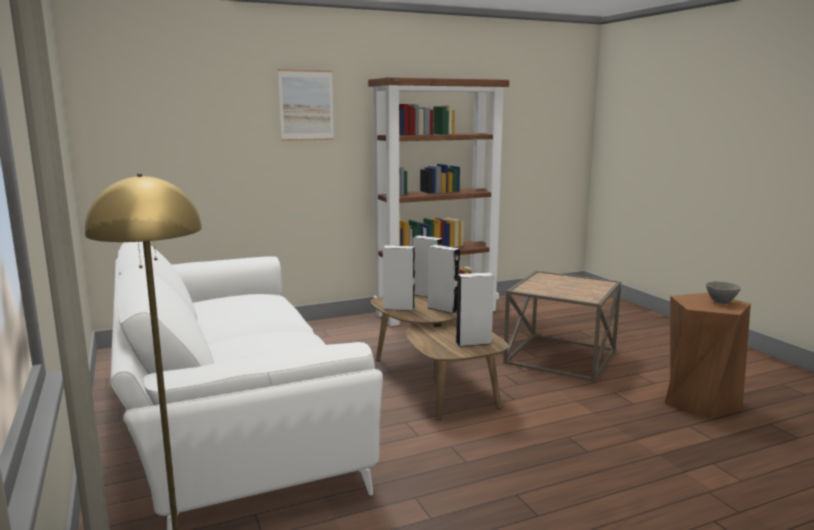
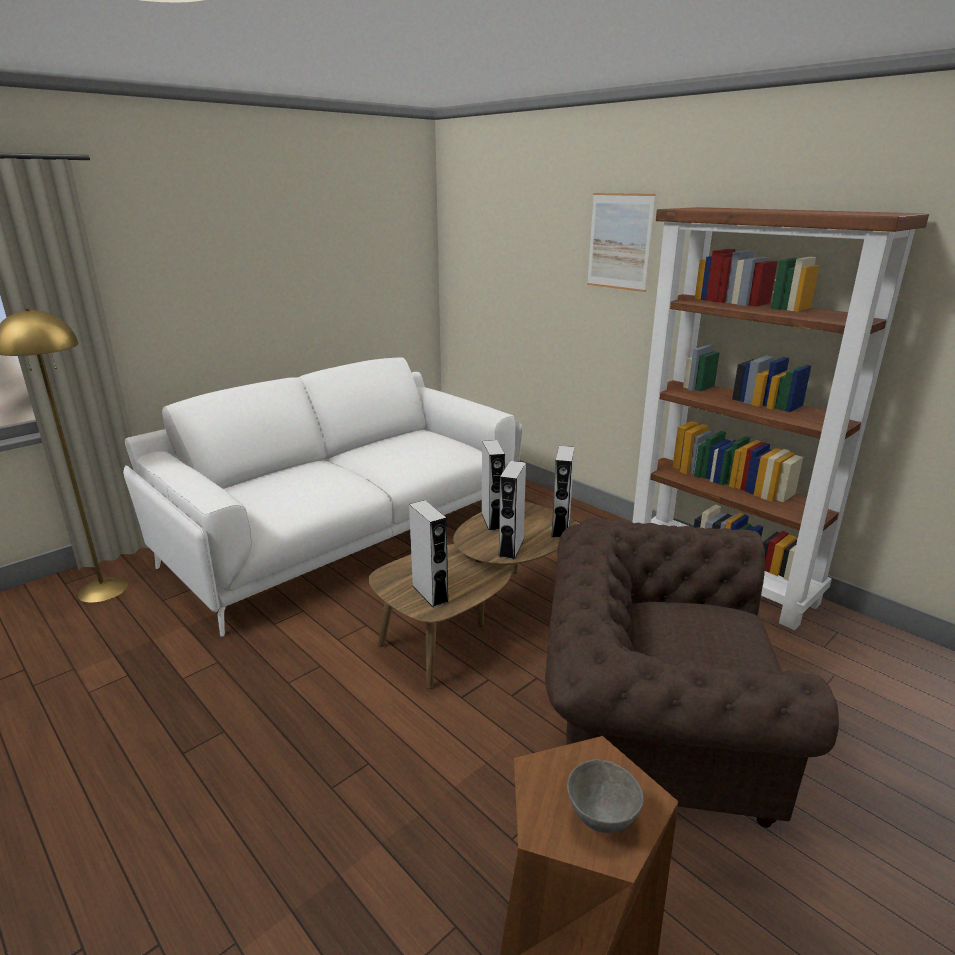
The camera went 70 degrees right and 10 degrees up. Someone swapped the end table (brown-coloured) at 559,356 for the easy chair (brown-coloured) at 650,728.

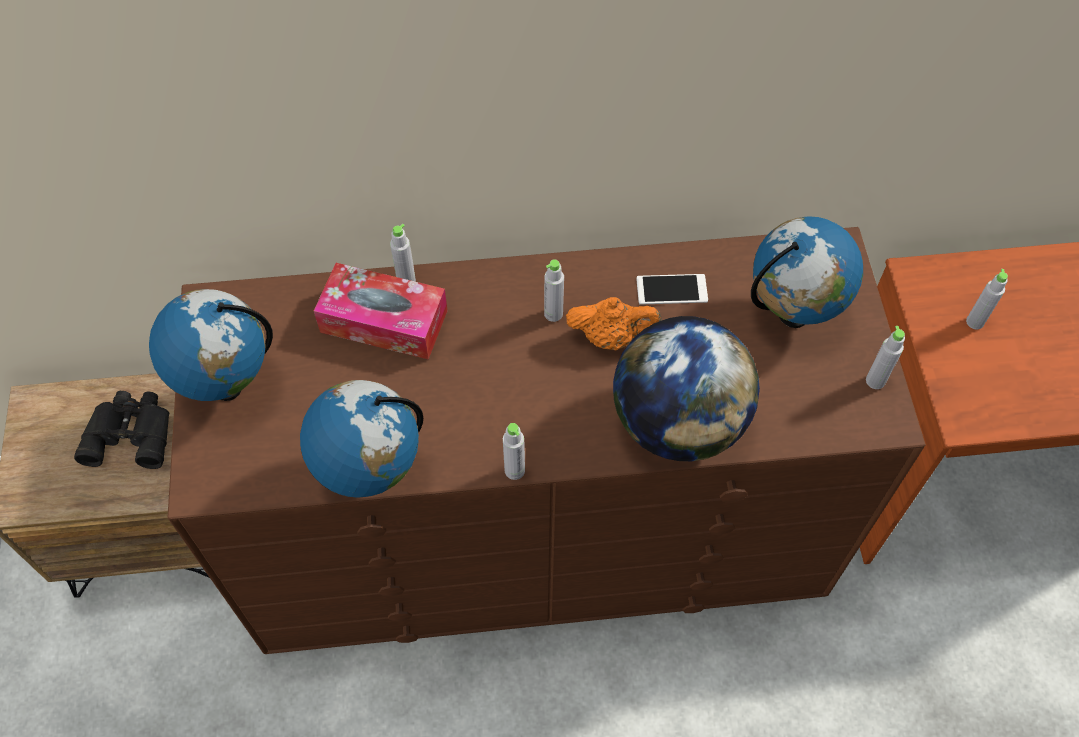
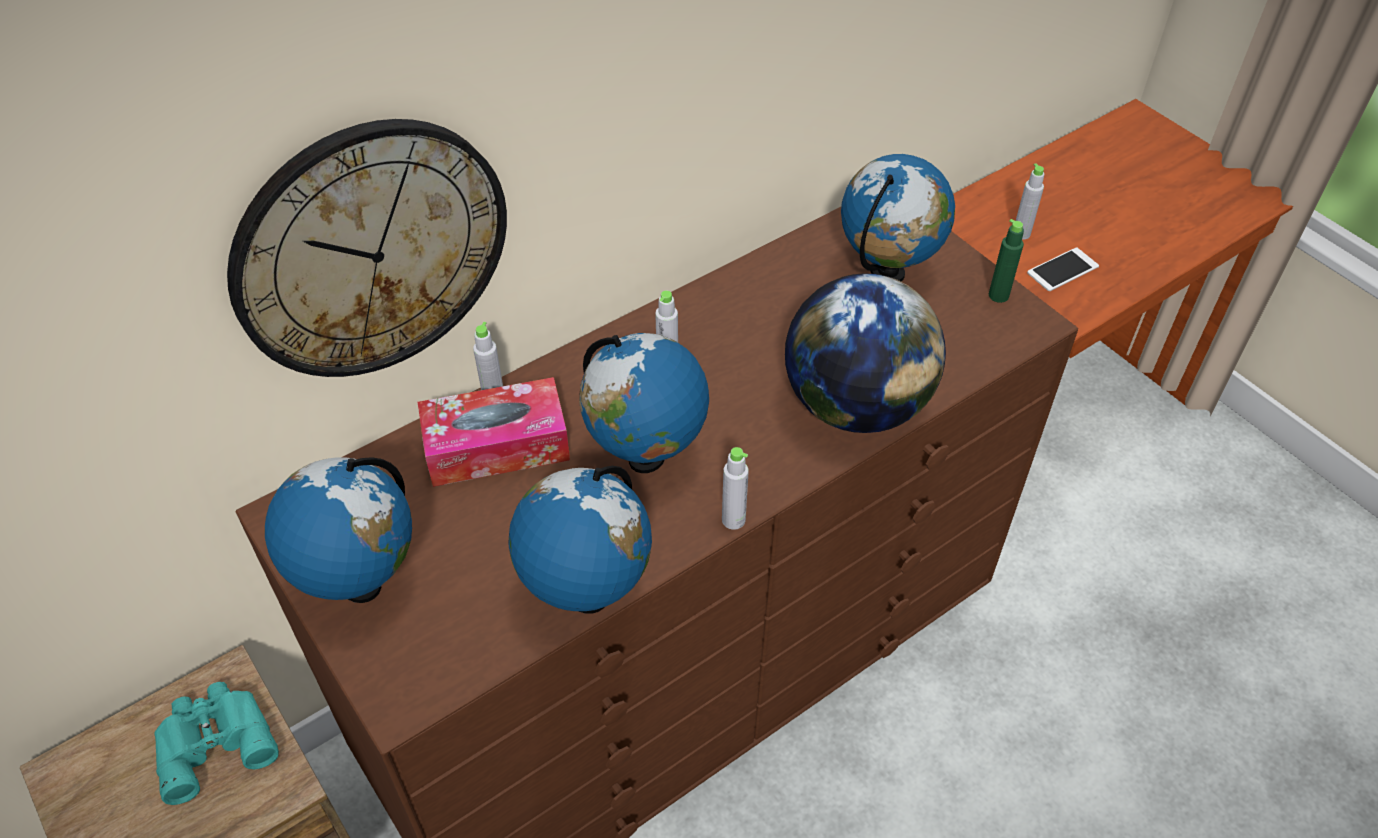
The camera went 30 degrees left and 10 degrees down. Someone carried the telephone from 671,289 to 1062,270. Someone took away the teapot (orangey) at 611,337. Someone repainted the bottle (gray) at 875,381, which became the bottle (green) at 998,295. Someone repainted the pair of binoculars (blackish) at 131,432, which became the pair of binoculars (turquoise) at 213,741. Someone put up the wall clock at 371,250. Someone put down the desk globe at 646,458.

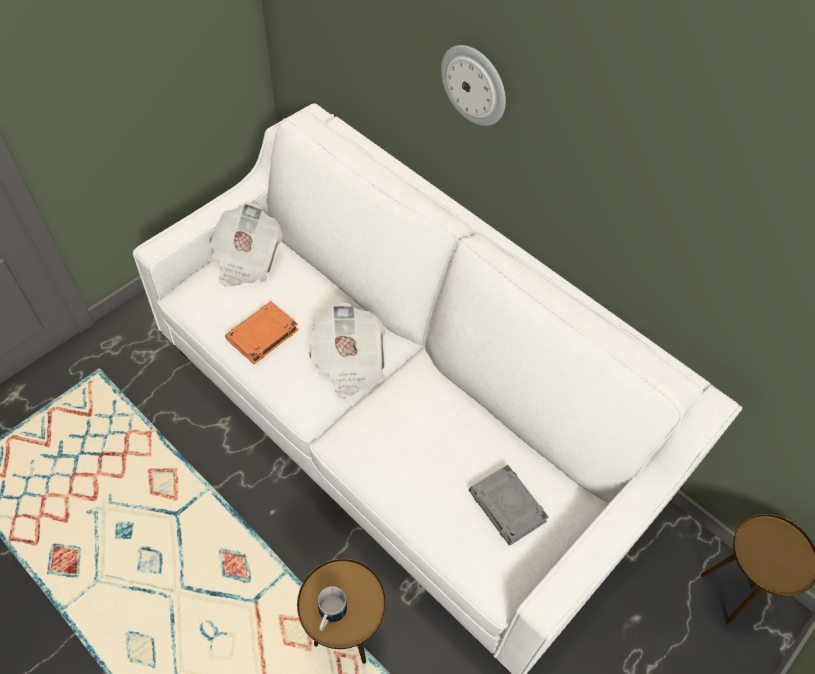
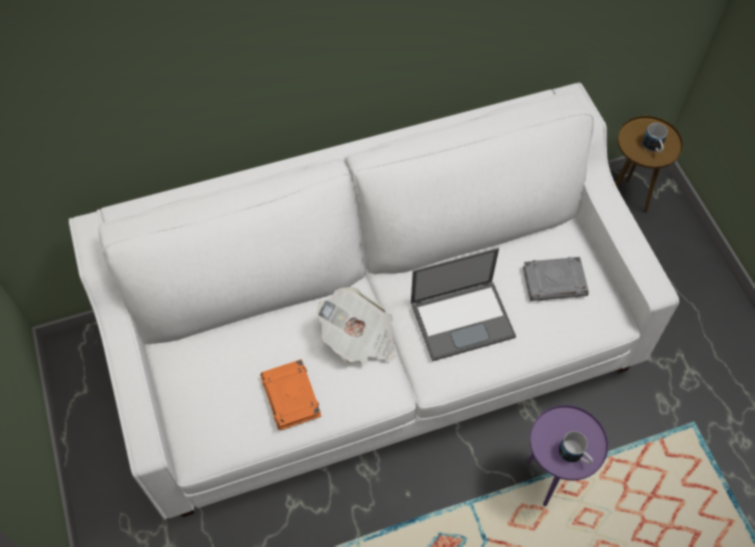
The camera went 60 degrees left and 5 degrees up. Someone took away the wall clock at 474,85. Someone took away the printed paper at 246,260. Someone repainted the end table (brown-coloured) at 345,638, which became the end table (purple) at 549,479. Someone put down the mug at 653,147. Someone put down the laptop at 463,319.

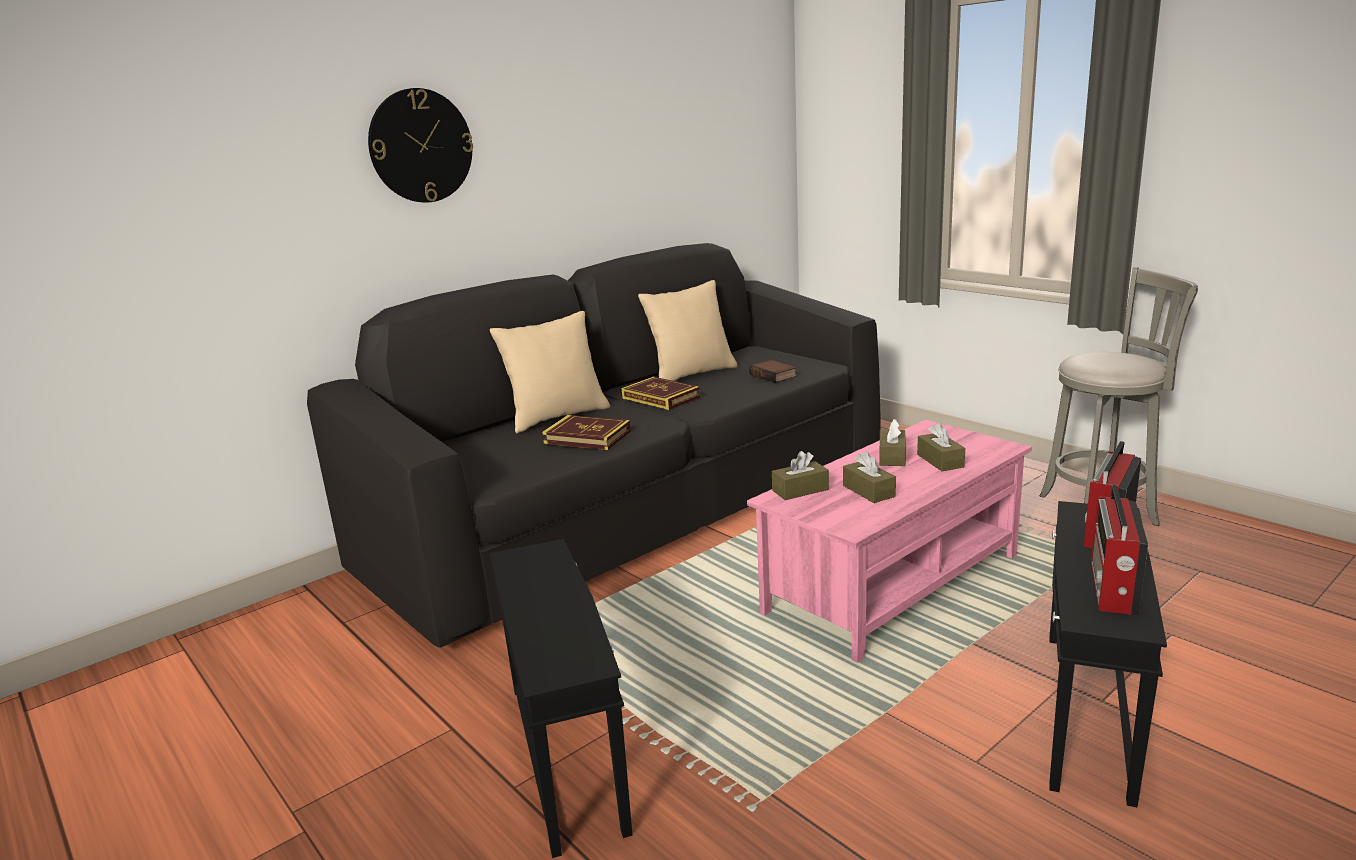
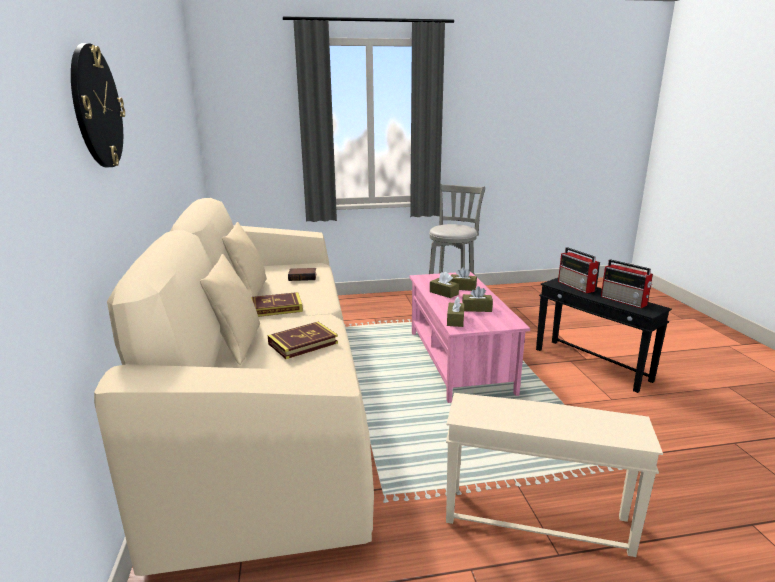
The camera went 60 degrees left and 0 degrees up. Someone repainted the settee (blackish) at 639,508, which became the settee (sand-coloured) at 270,396. Someone repainted the end table (blackish) at 568,753, which became the end table (sand-coloured) at 536,518.

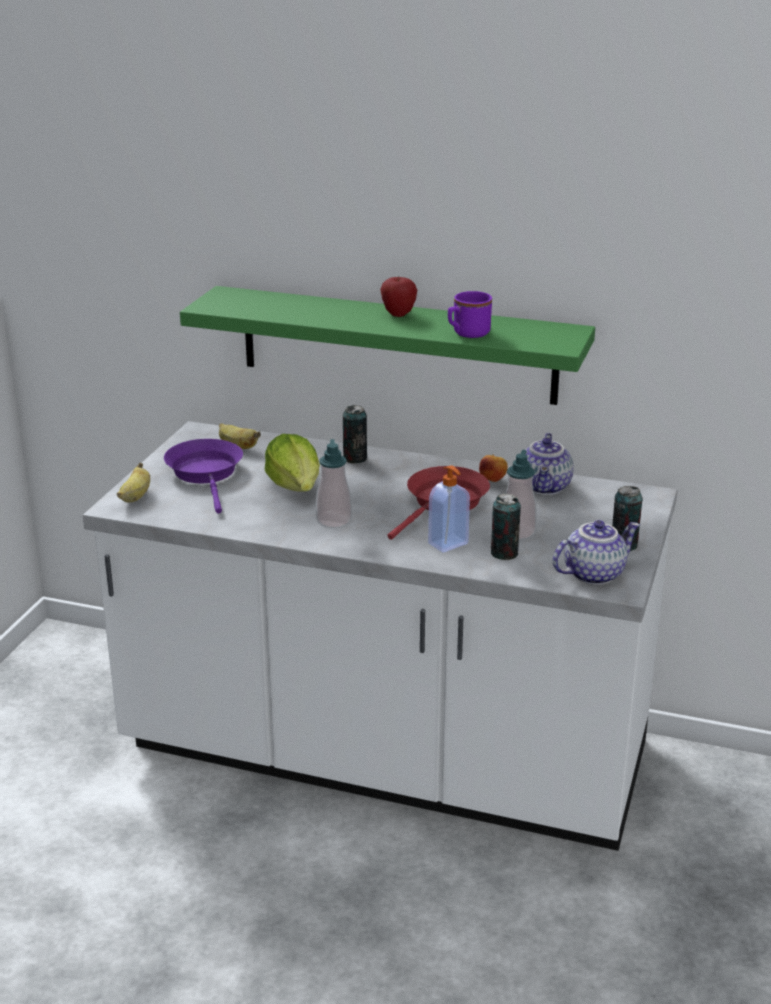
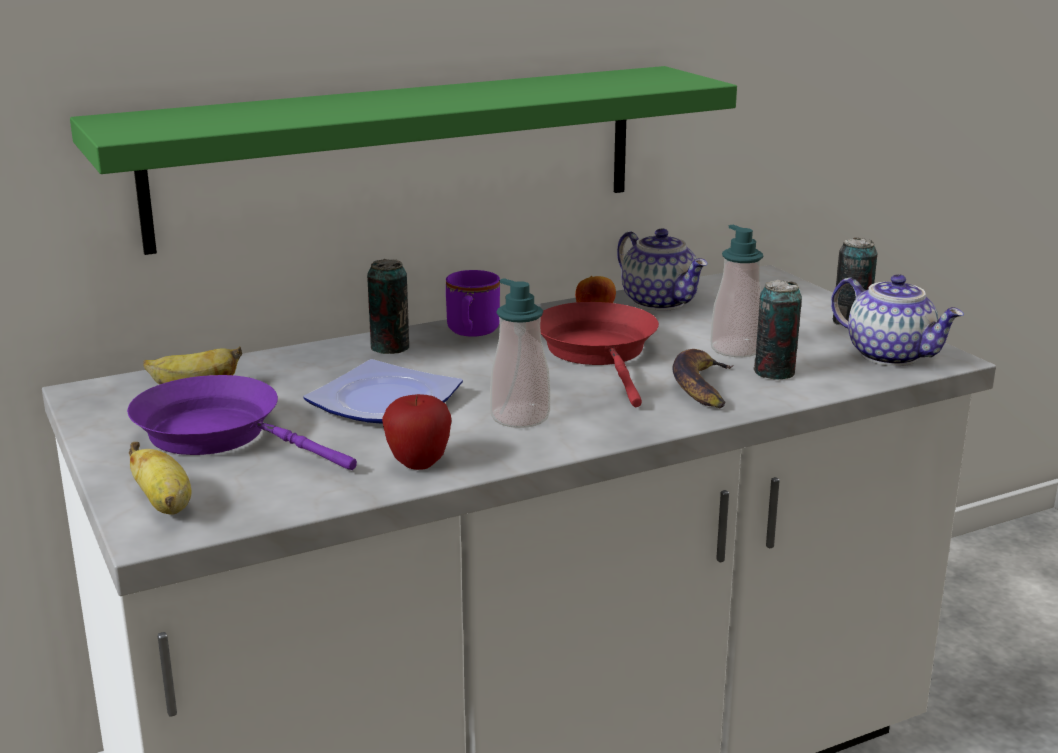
The camera went 45 degrees left and 5 degrees down. Someone carried the whole apple from 398,314 to 418,464. Someone carried the mug (purple) from 467,334 to 471,332. Someone swapped the head of lettuce at 296,486 for the dinner plate at 384,401. Someone swapped the liquid soap bottle at 449,544 for the whole banana at 702,387. Someone rotated the teapot at 593,573 by 120 degrees clockwise.

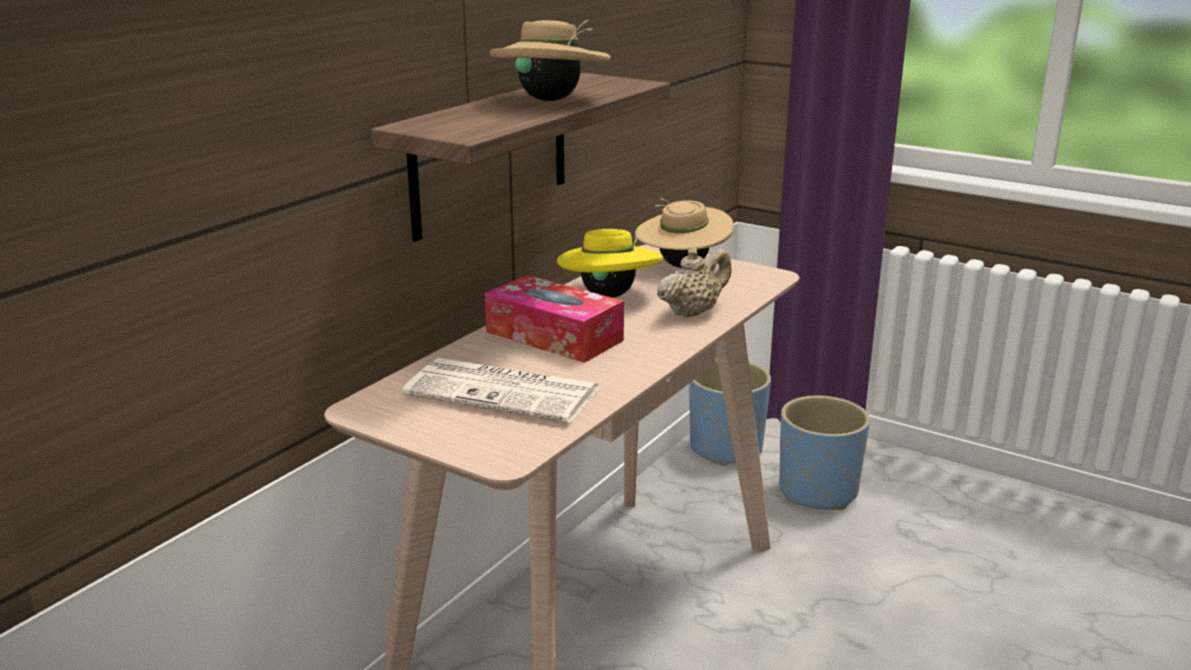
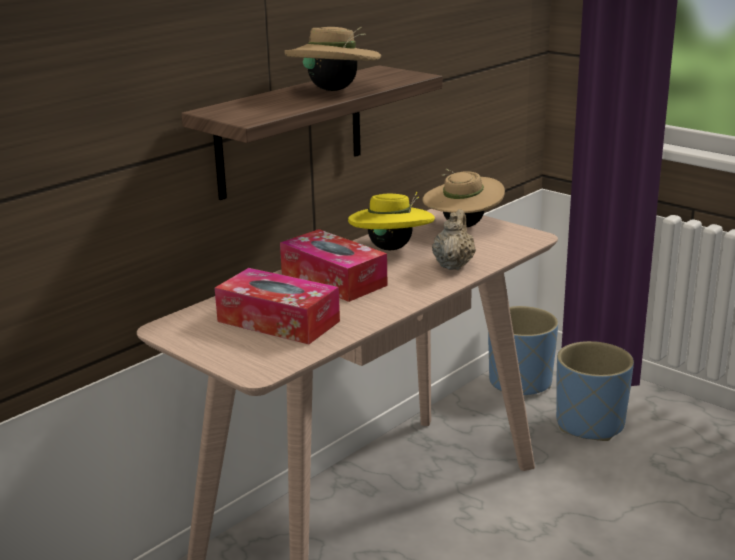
The camera went 10 degrees right and 0 degrees up. Someone rotated the teapot (sand-coloured) at 692,312 by 45 degrees counterclockwise. Someone swapped the printed paper at 506,392 for the tissue box at 278,321.

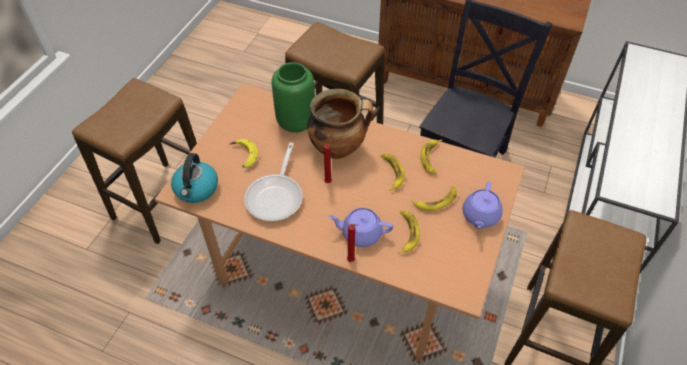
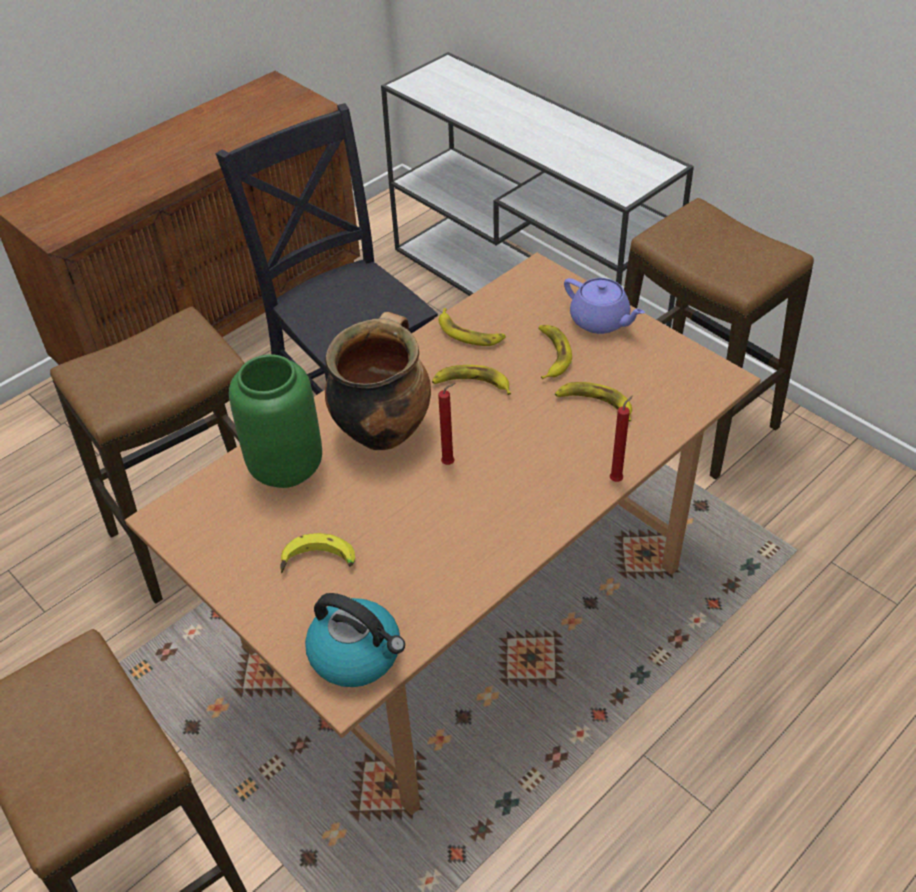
The camera went 65 degrees left and 5 degrees down. Someone took away the pan at 276,196. Someone took away the teapot (purple) at 360,233.

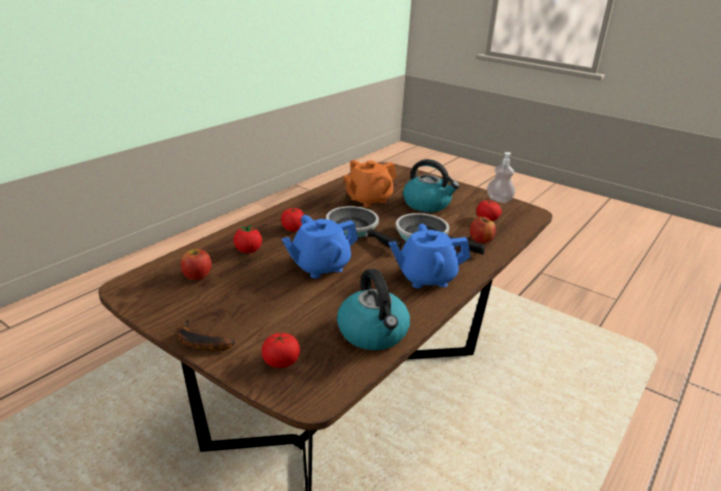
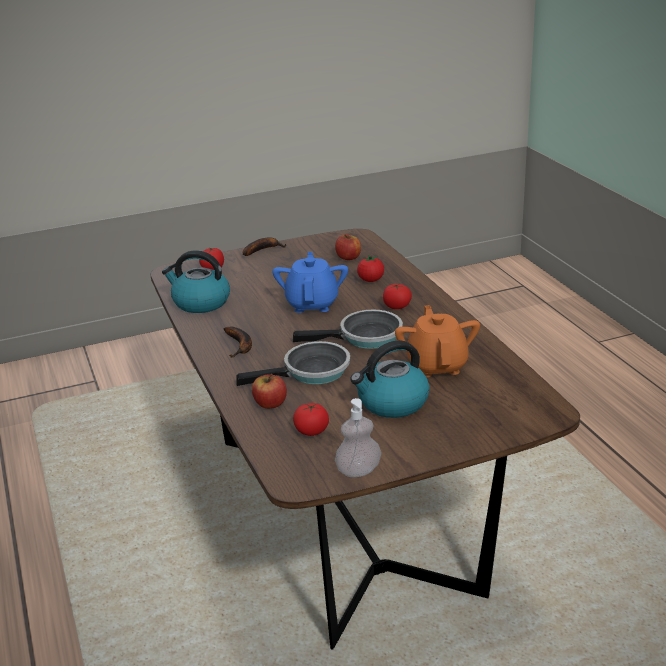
The camera went 125 degrees right and 0 degrees up. Someone swapped the teapot (blue-coloured) at 426,278 for the whole banana at 240,345.

